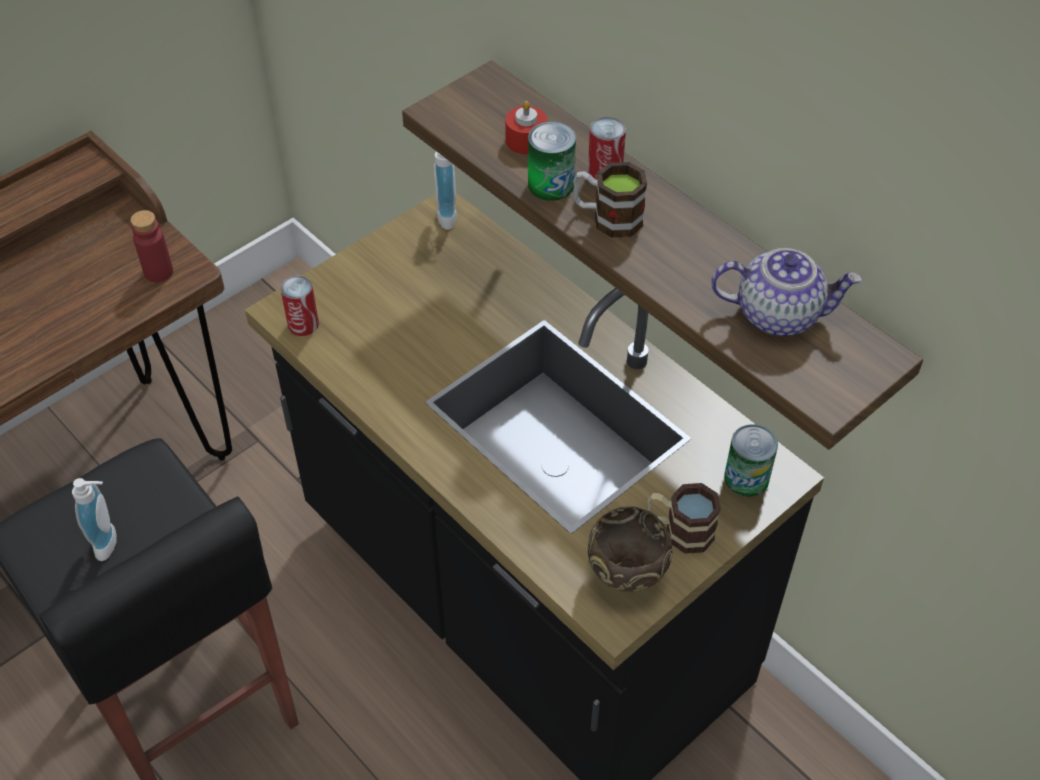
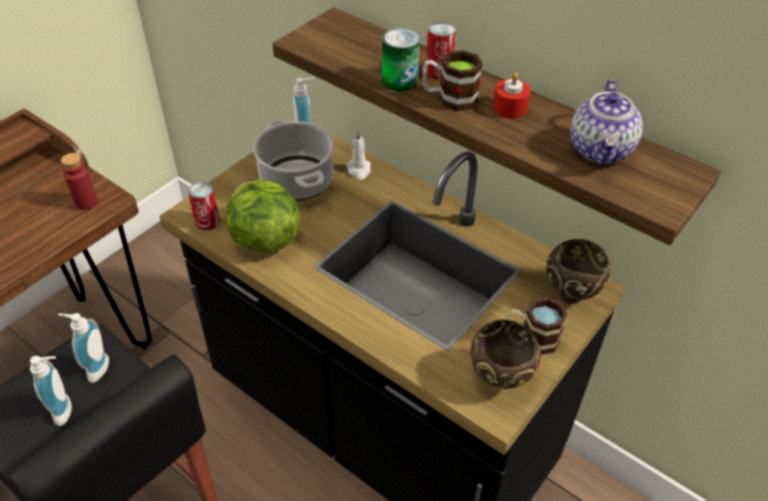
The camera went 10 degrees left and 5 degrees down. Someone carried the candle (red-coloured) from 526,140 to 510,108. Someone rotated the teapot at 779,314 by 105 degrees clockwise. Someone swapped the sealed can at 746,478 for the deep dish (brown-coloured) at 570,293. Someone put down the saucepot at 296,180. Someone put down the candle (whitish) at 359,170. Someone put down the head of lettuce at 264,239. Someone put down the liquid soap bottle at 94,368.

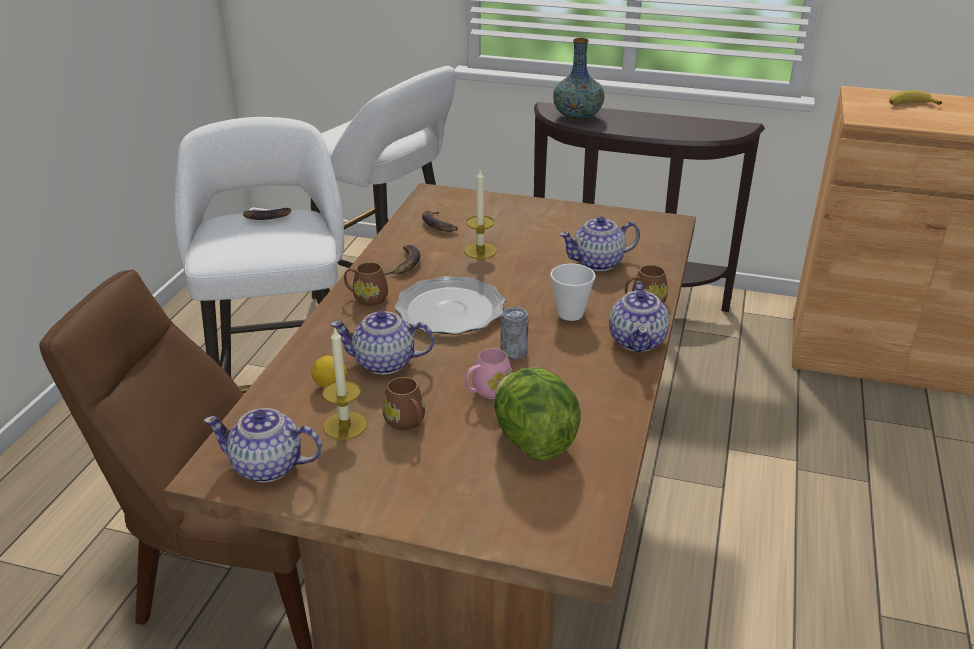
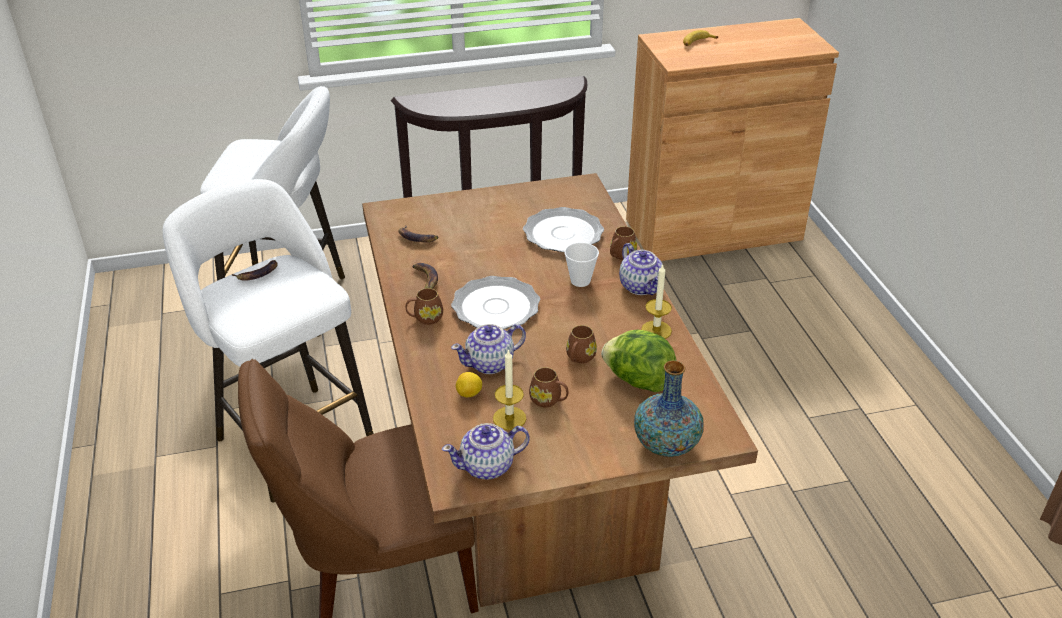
The camera went 30 degrees left and 5 degrees up. Someone carried the vase from 577,117 to 666,444. Someone carried the candle from 480,251 to 656,330. Someone swapped the teapot at 598,263 for the dinner plate at 563,233. Someone took away the sealed can at 513,353. Someone repainted the mug (pink-coloured) at 487,392, which became the mug (brown-coloured) at 579,358.

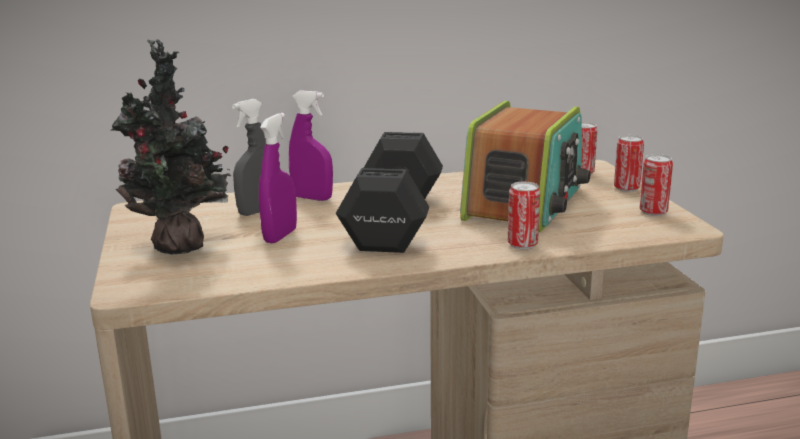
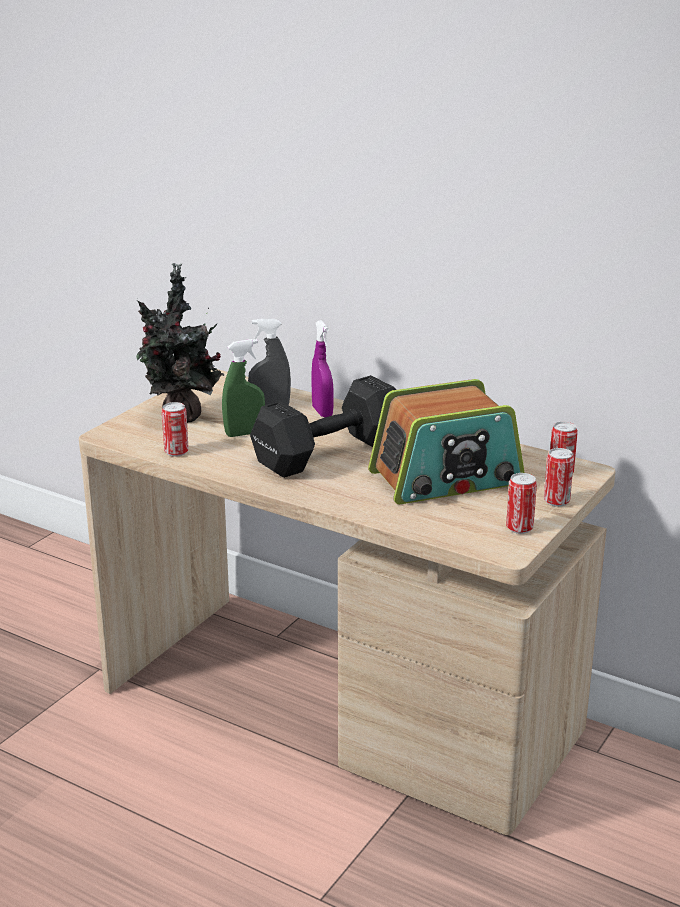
The camera went 45 degrees right and 5 degrees up. Someone repainted the hand sprayer (purple) at 280,236, which became the hand sprayer (green) at 244,433. Someone carried the sealed can from 522,244 to 176,452.

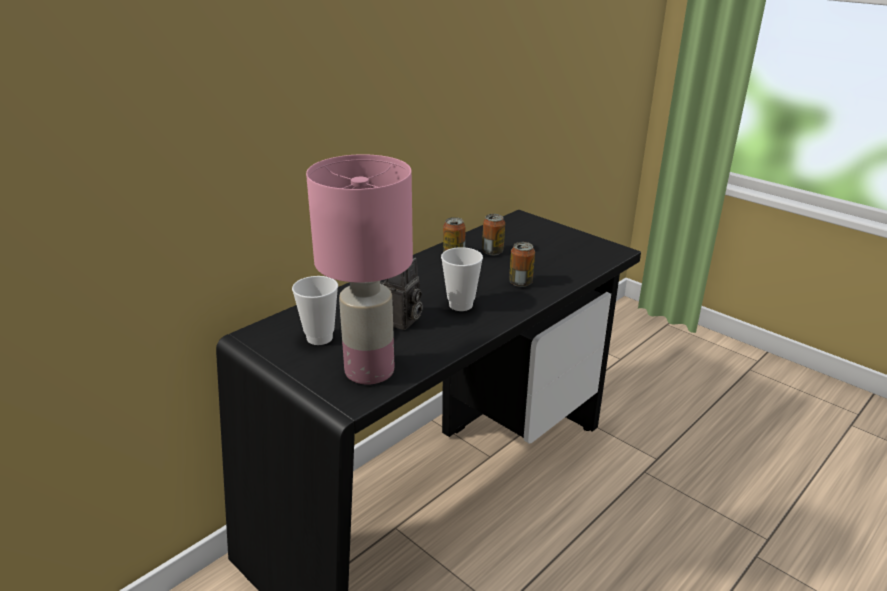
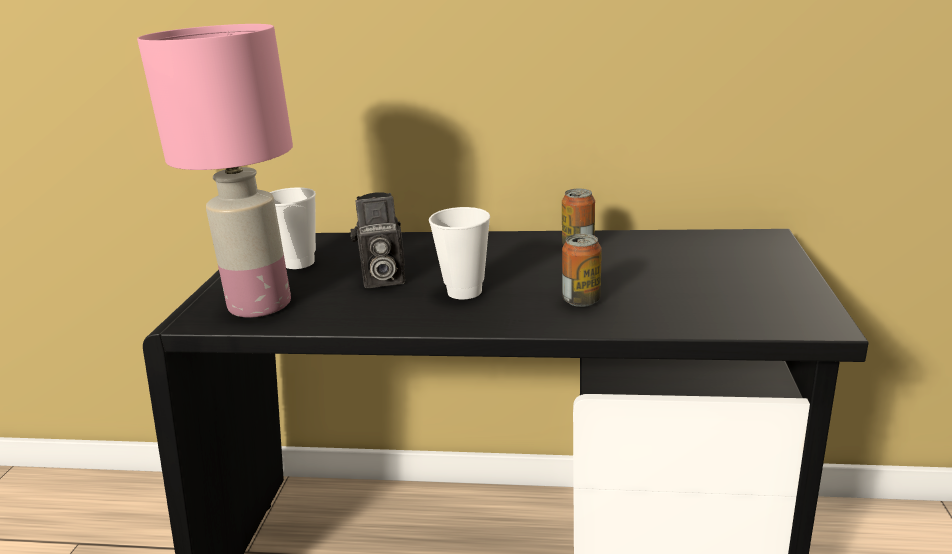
The camera went 55 degrees right and 5 degrees down. Someone took away the sealed can at 492,252.

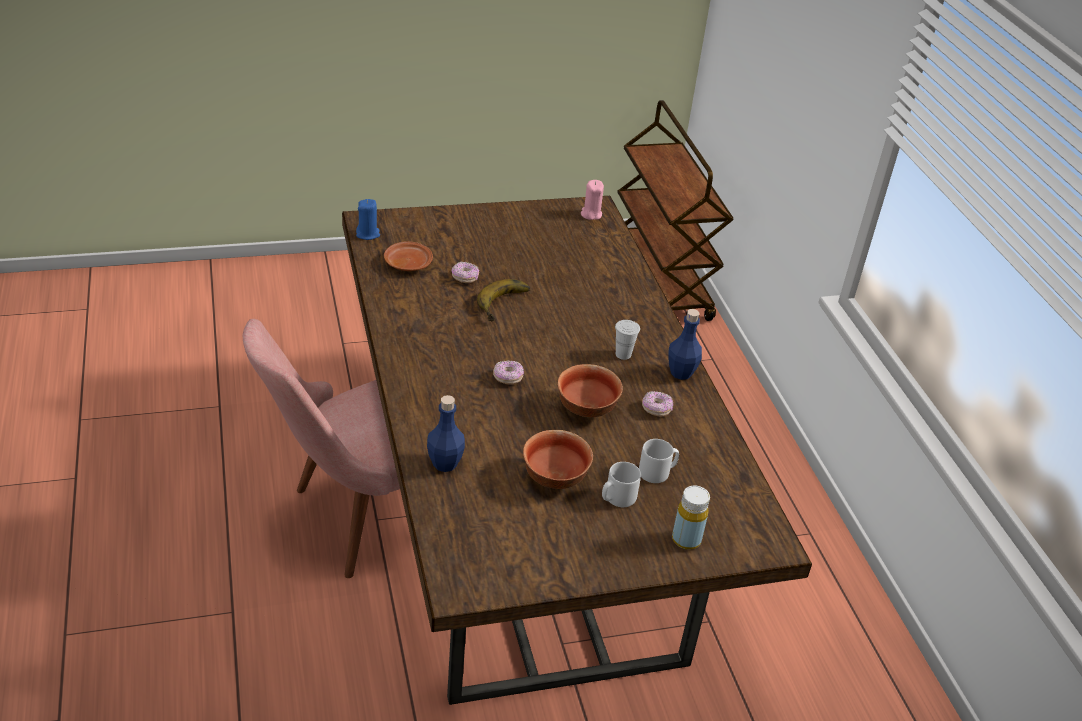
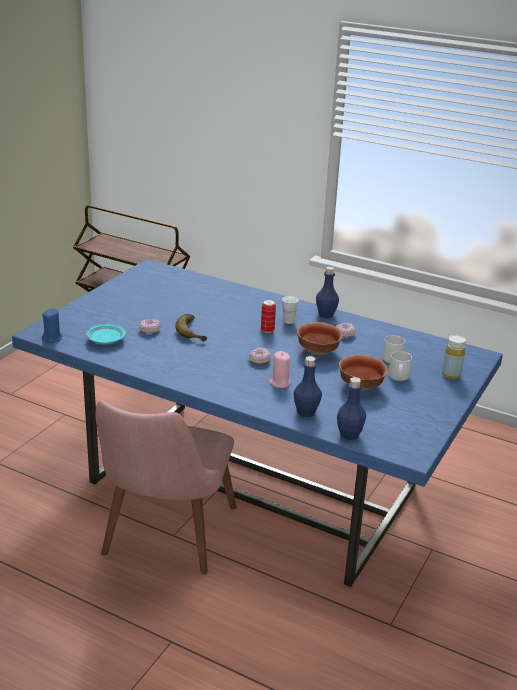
The camera went 45 degrees left and 10 degrees down. Someone carried the candle (pink-coloured) from 591,214 to 279,383. Someone repainted the dinner table (brown-coloured) at 522,525, which became the dinner table (blue-coloured) at 251,483. Someone repainted the dinner plate (brown-coloured) at 408,264, which became the dinner plate (turquoise) at 105,340. Someone put down the sealed can at 267,330. Someone put down the bottle (blue-coloured) at 349,435.

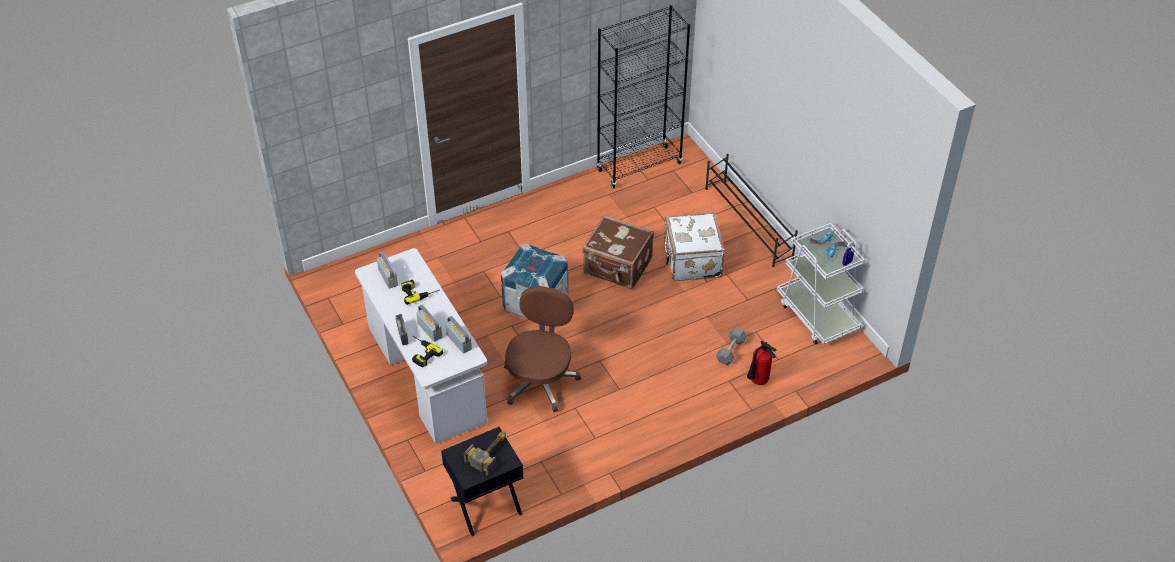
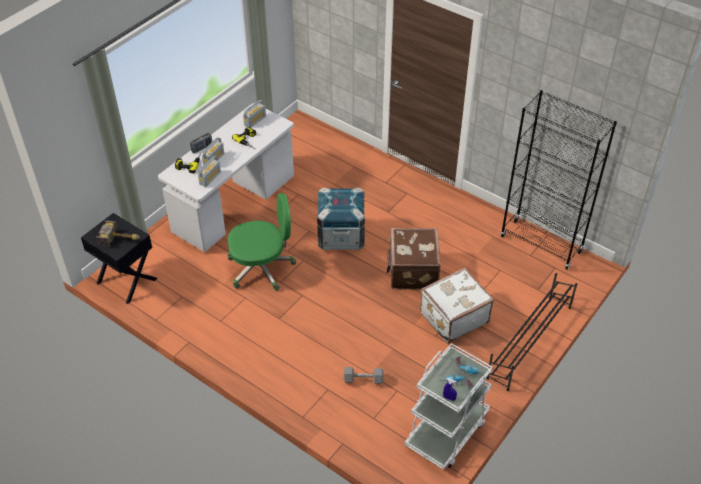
The camera went 65 degrees right and 0 degrees up. Someone repainted the office chair (brown-coloured) at 540,381, which became the office chair (green) at 262,267. Someone took away the fire-fighting cylinder at 758,382.

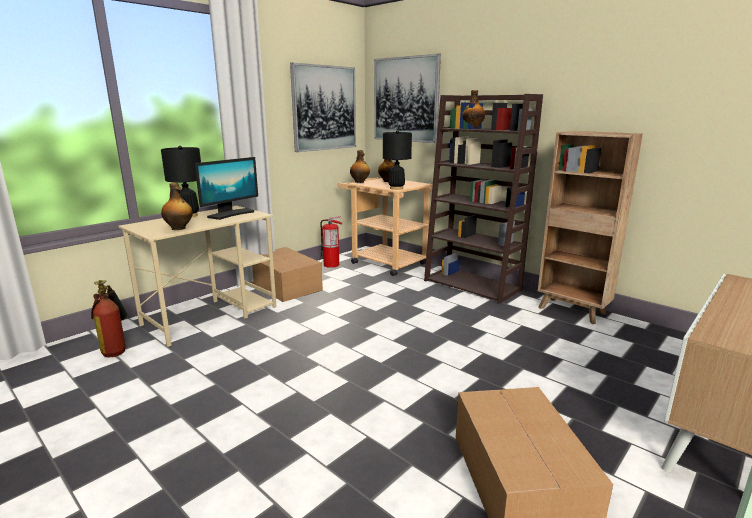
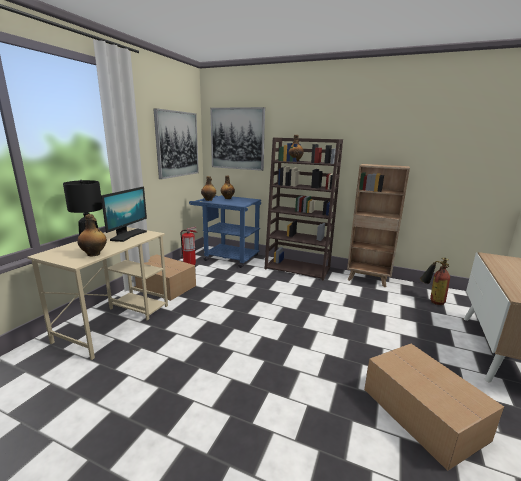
The camera went 20 degrees left and 0 degrees up. Someone took away the lamp for a table (blackish) at 396,188. Someone repainted the wheeled cart (sand-coloured) at 383,262, which became the wheeled cart (blue-coloured) at 227,257. Someone carried the fire-fighting cylinder from 117,348 to 431,300.

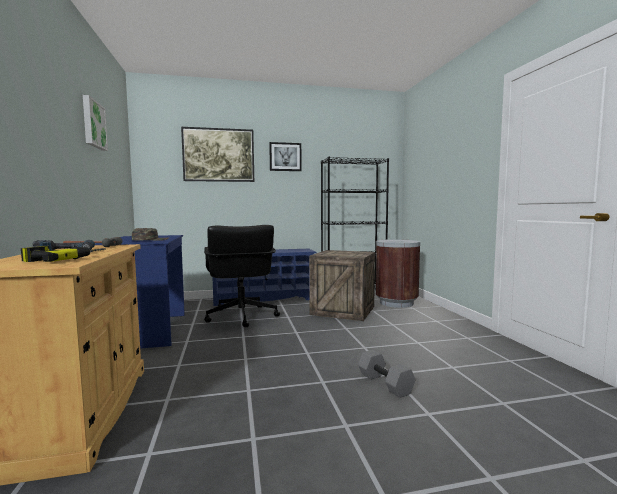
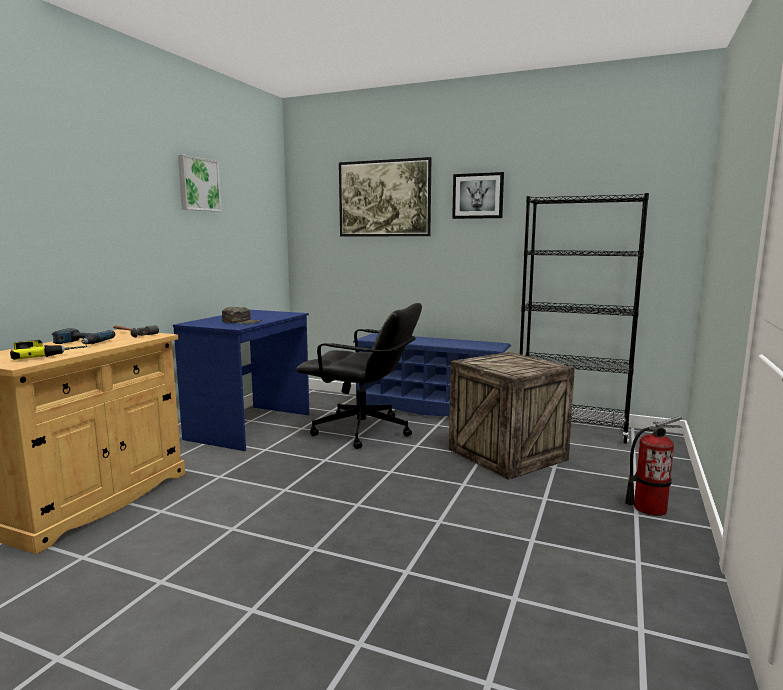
The camera went 35 degrees right and 5 degrees up. Someone rotated the office chair (blackish) at 241,317 by 90 degrees counterclockwise. Someone took away the rubbish bin (brown-coloured) at 396,303. Someone took away the hand weight (gray) at 386,383. Someone put down the fire-fighting cylinder at 649,508.

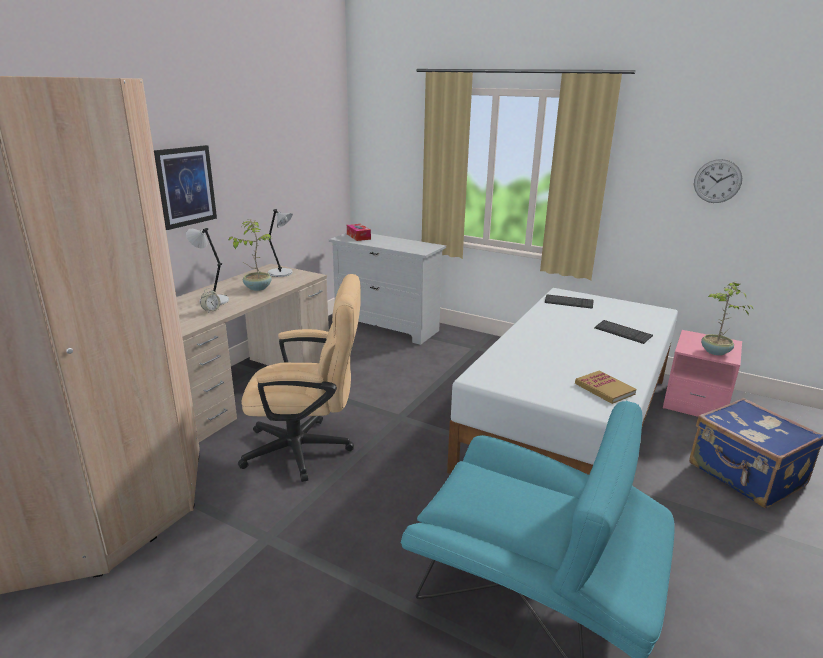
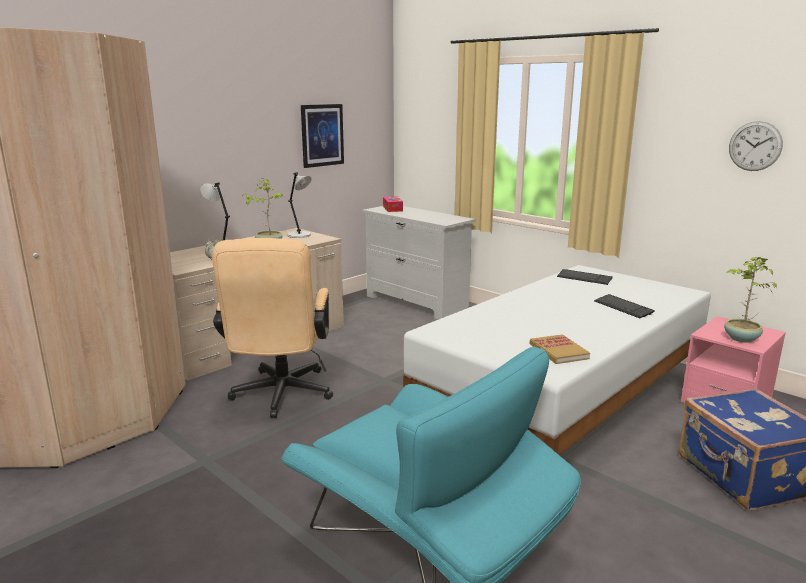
The camera went 15 degrees right and 5 degrees down. Someone carried the wall picture from 186,186 to 322,135. Someone rotated the office chair (sand-coloured) at 307,449 by 75 degrees clockwise.

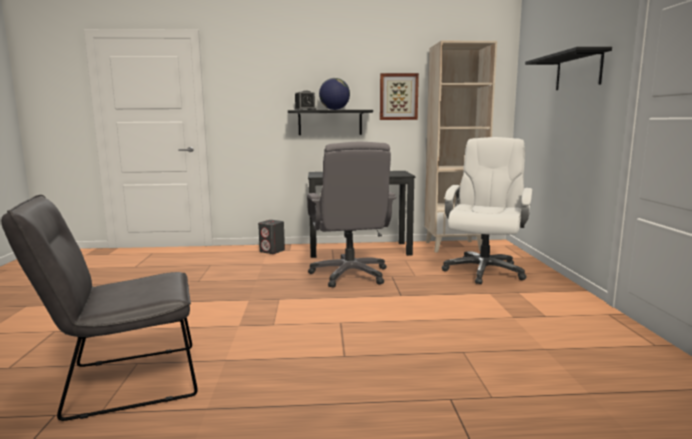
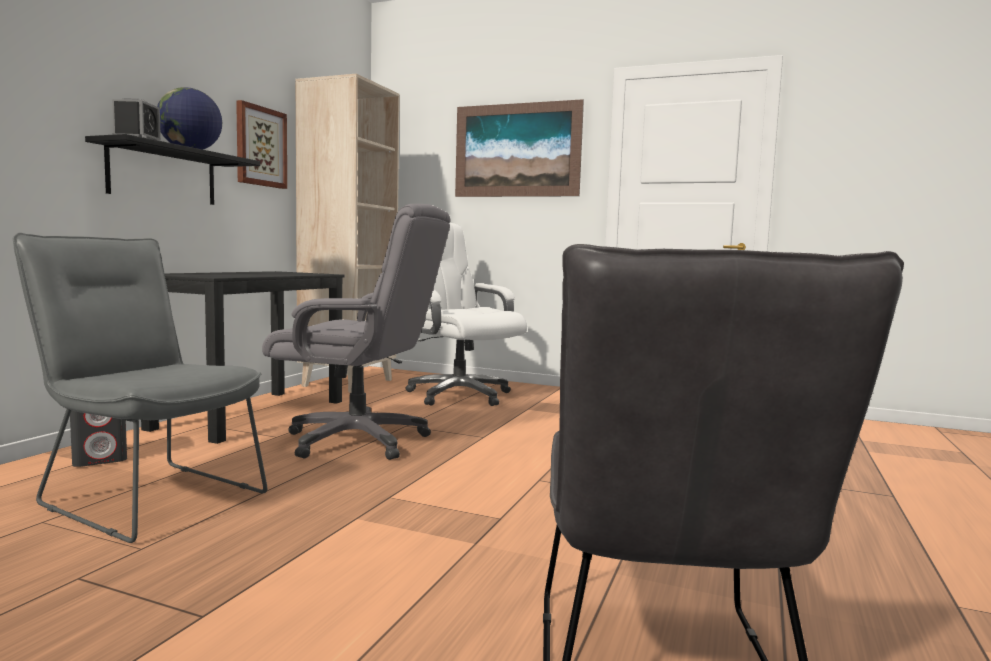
The camera went 65 degrees left and 5 degrees down. Someone swapped the bracket shelf (blackish) at 578,71 for the wall picture at 517,150. Someone put down the chair (gray) at 146,496.

